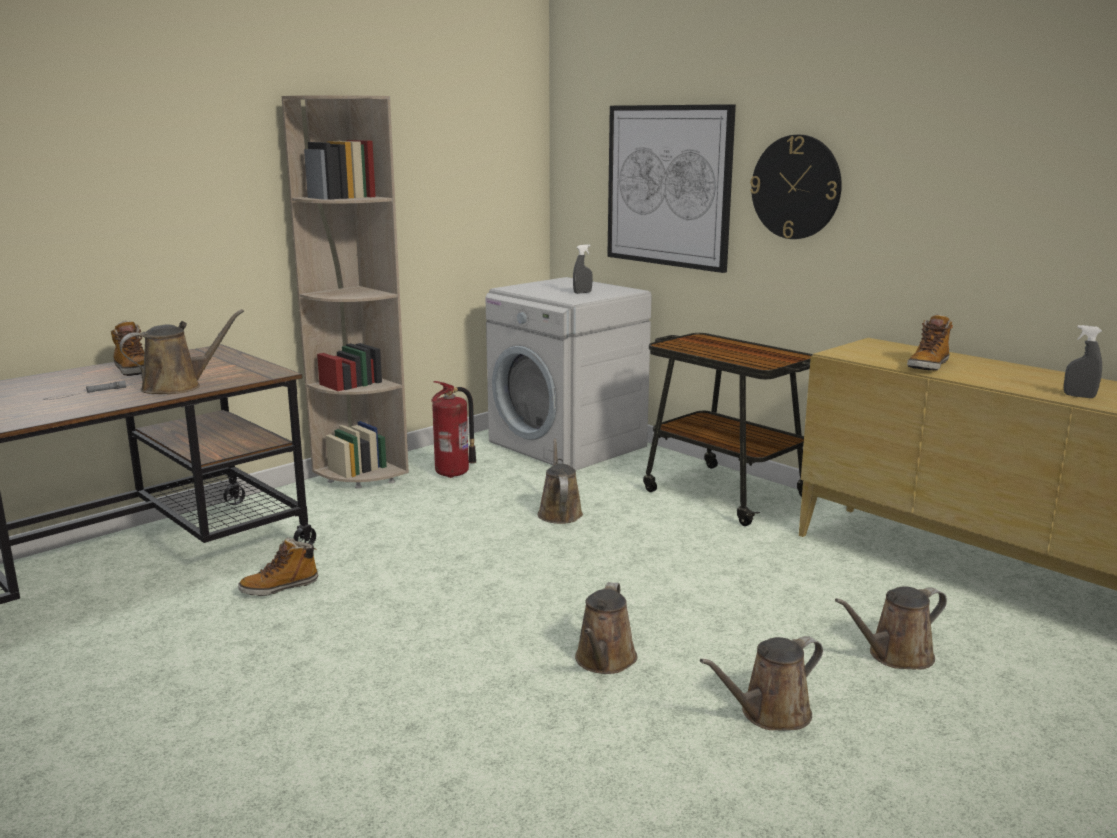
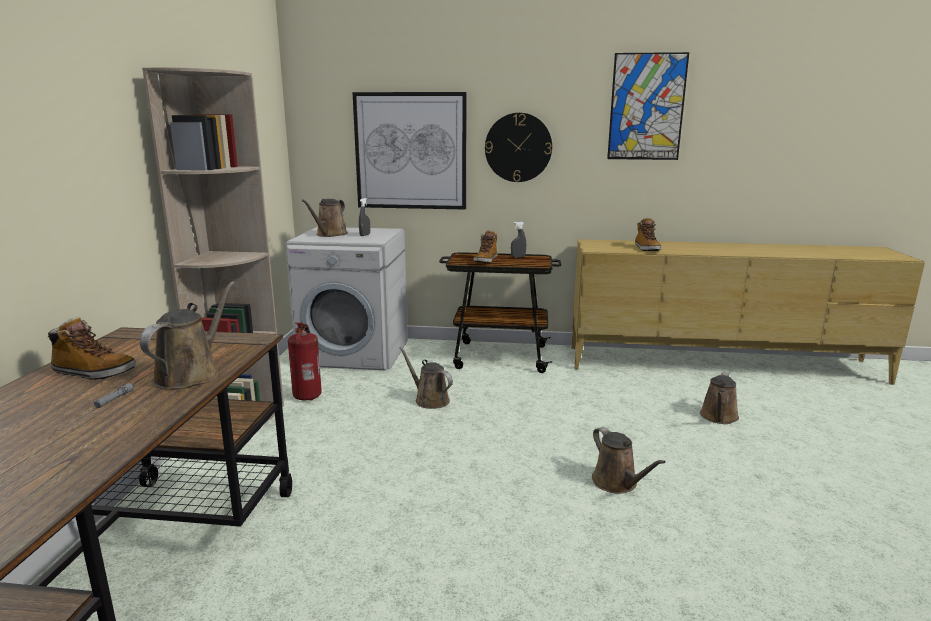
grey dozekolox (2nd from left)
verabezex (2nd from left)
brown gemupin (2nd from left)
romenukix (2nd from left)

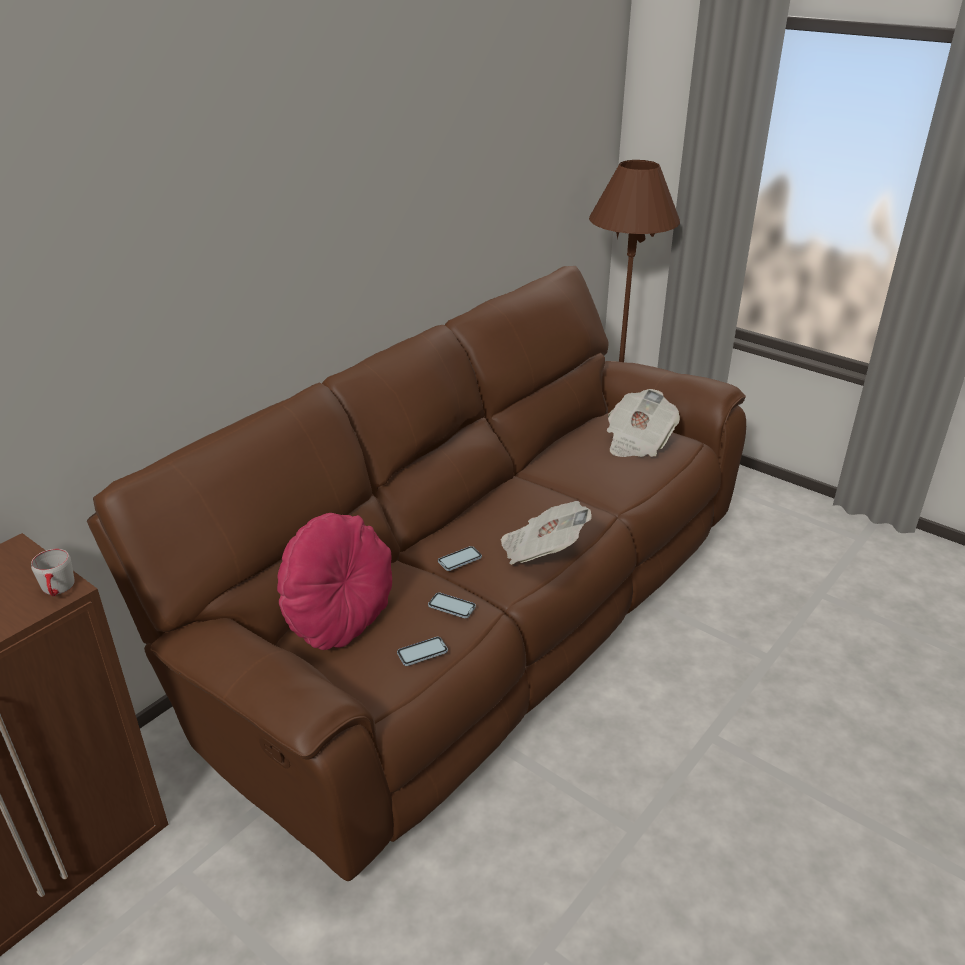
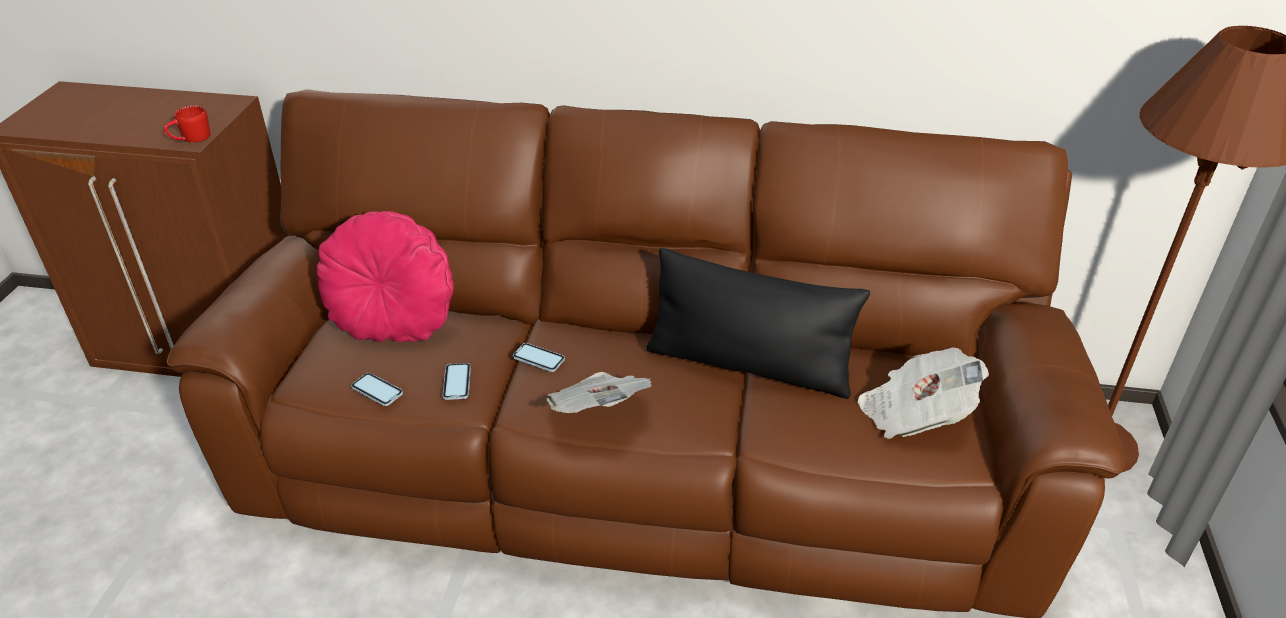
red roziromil
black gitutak

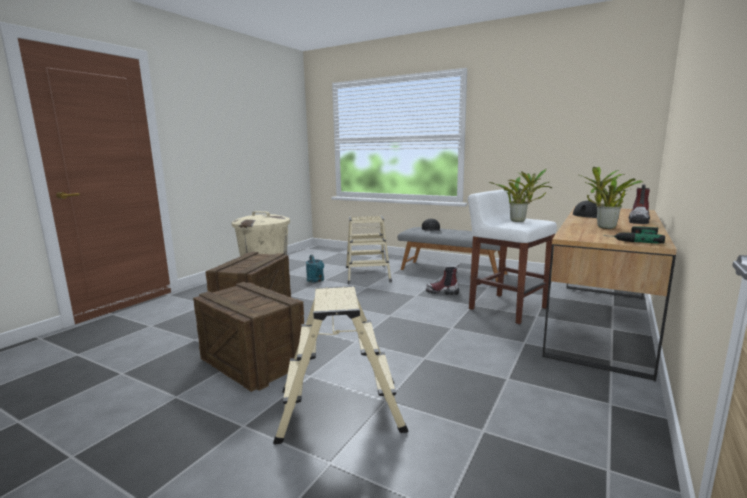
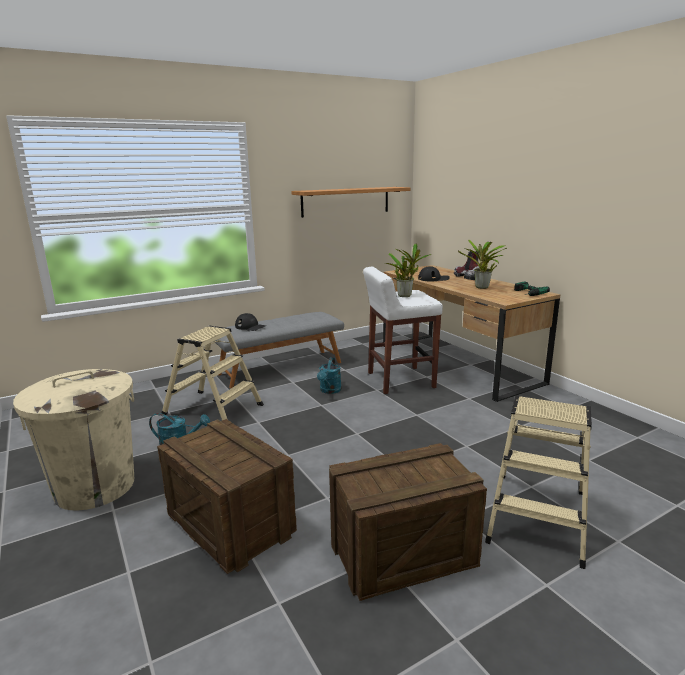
turquoise gemupin (2nd from left)
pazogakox

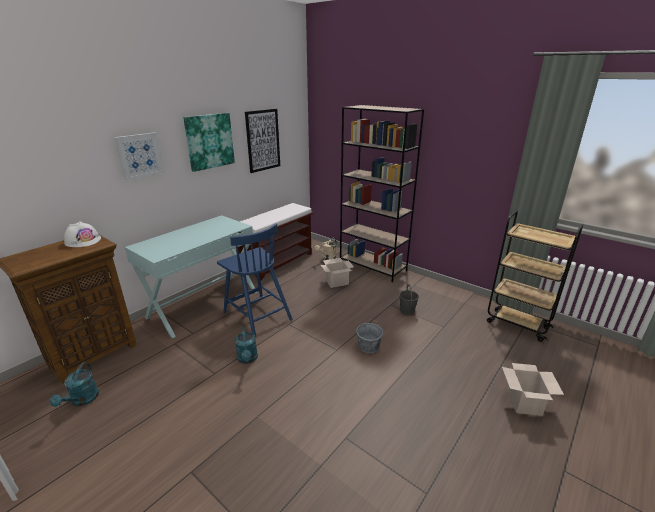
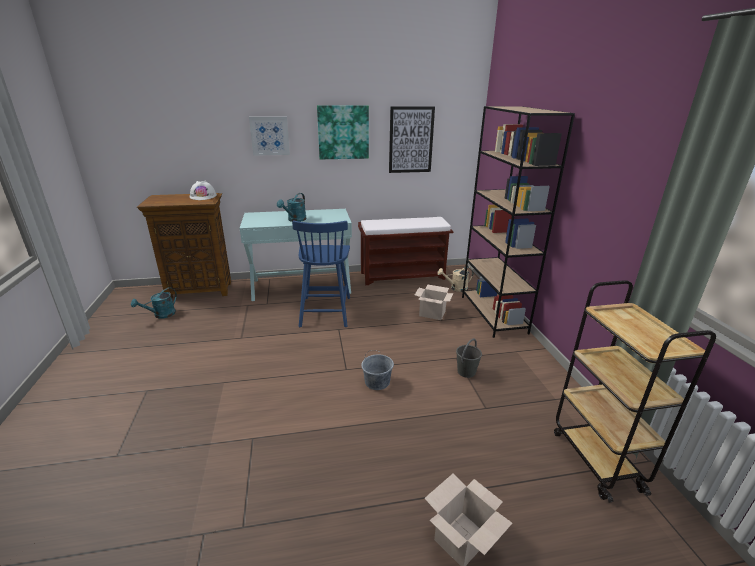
turquoise gemupin (2nd from left)

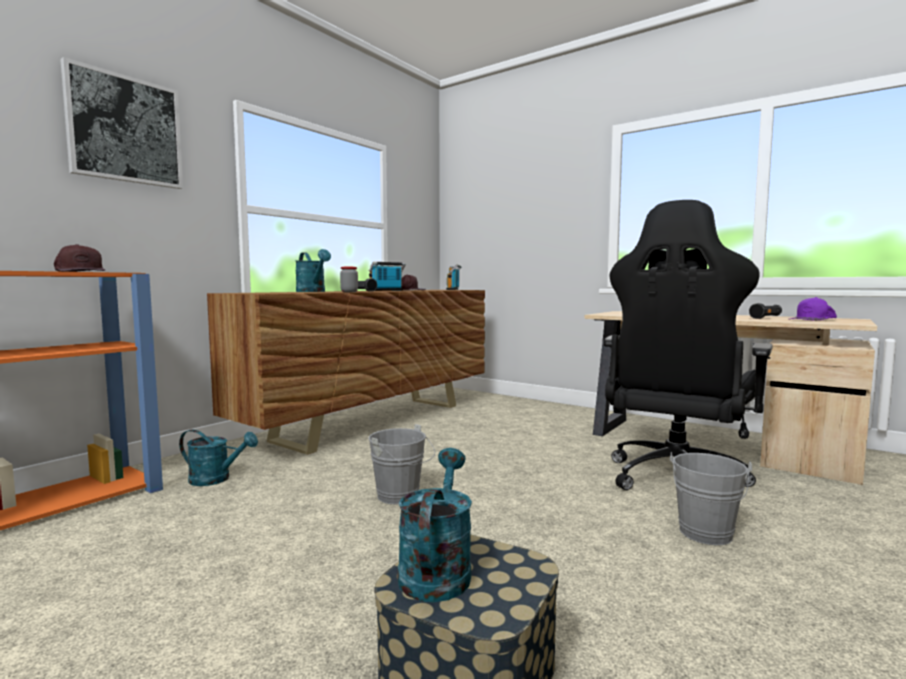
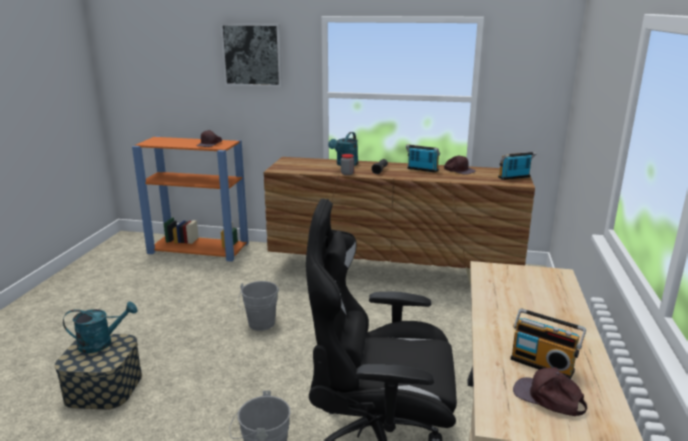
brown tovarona (3rd from left)
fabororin (3rd from left)
turquoise gemupin (1st from left in the first image)

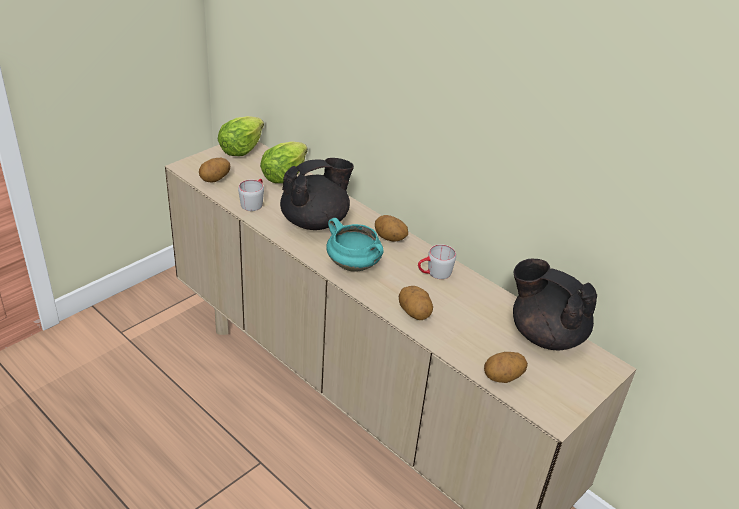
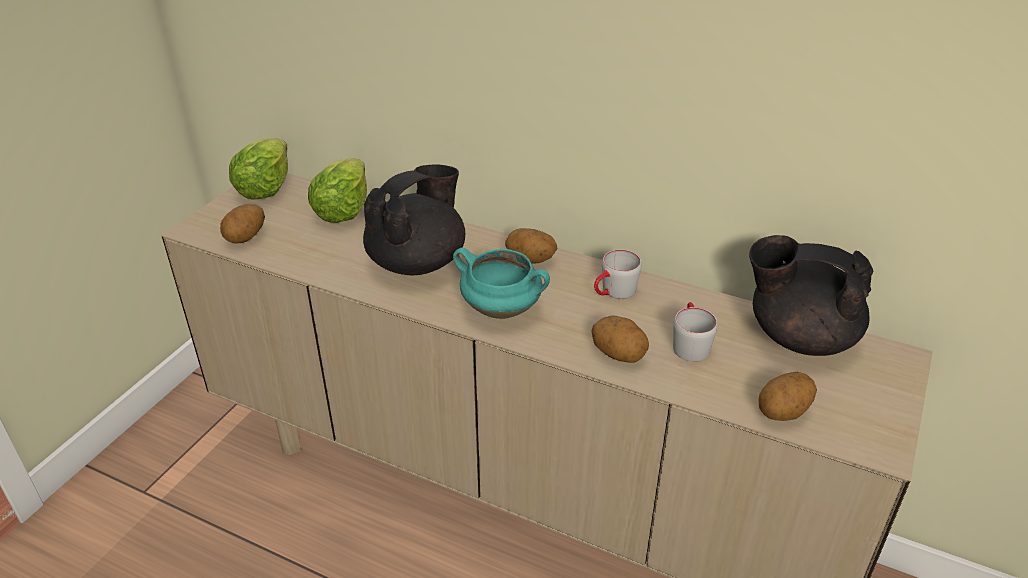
grey roziromil (2nd from left)

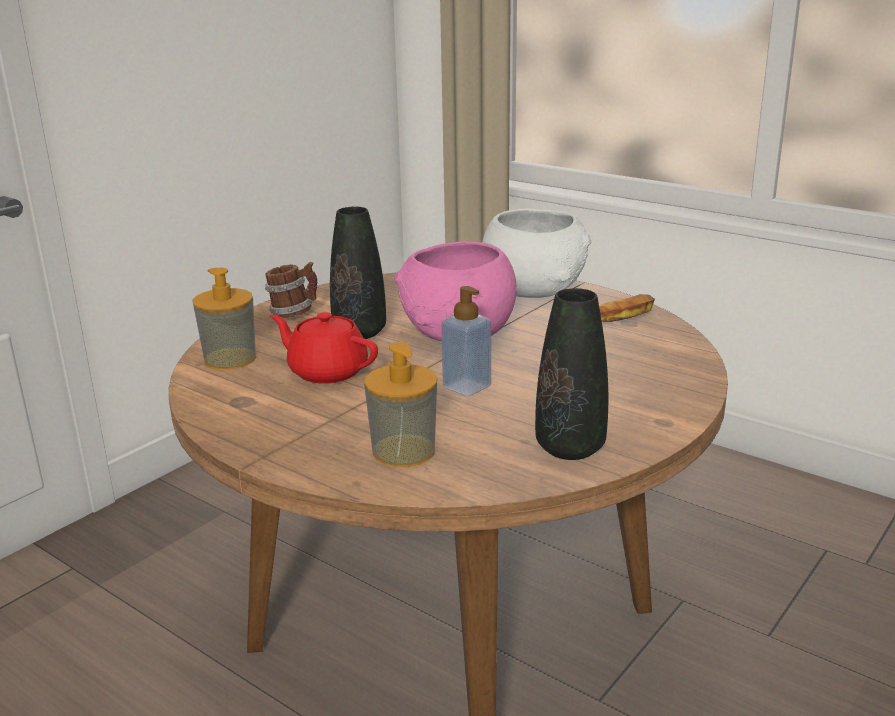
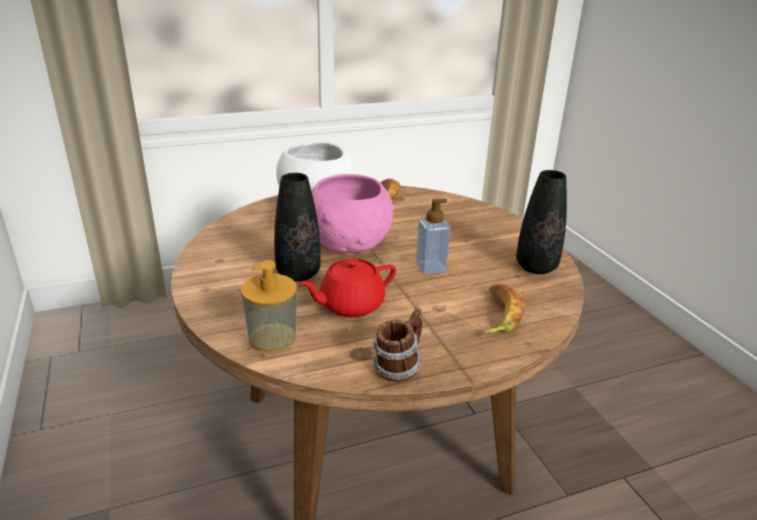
roziromil
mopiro (2nd from left)

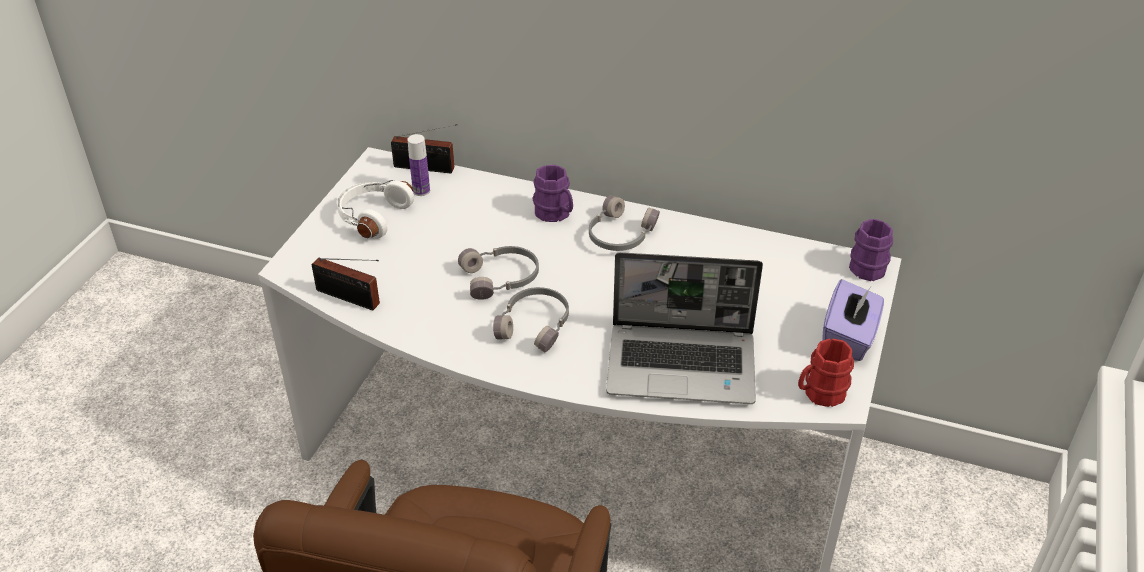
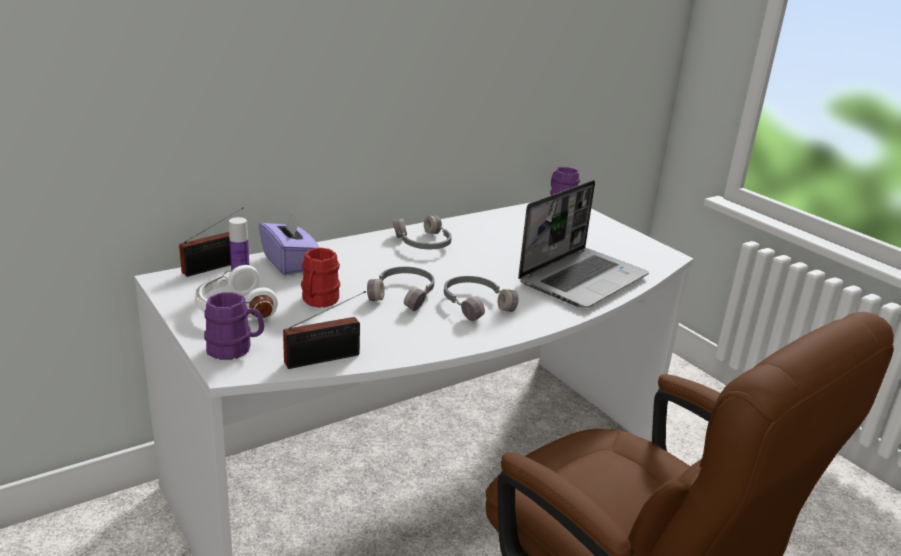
purple roziromil (1st from left)
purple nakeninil
red roziromil

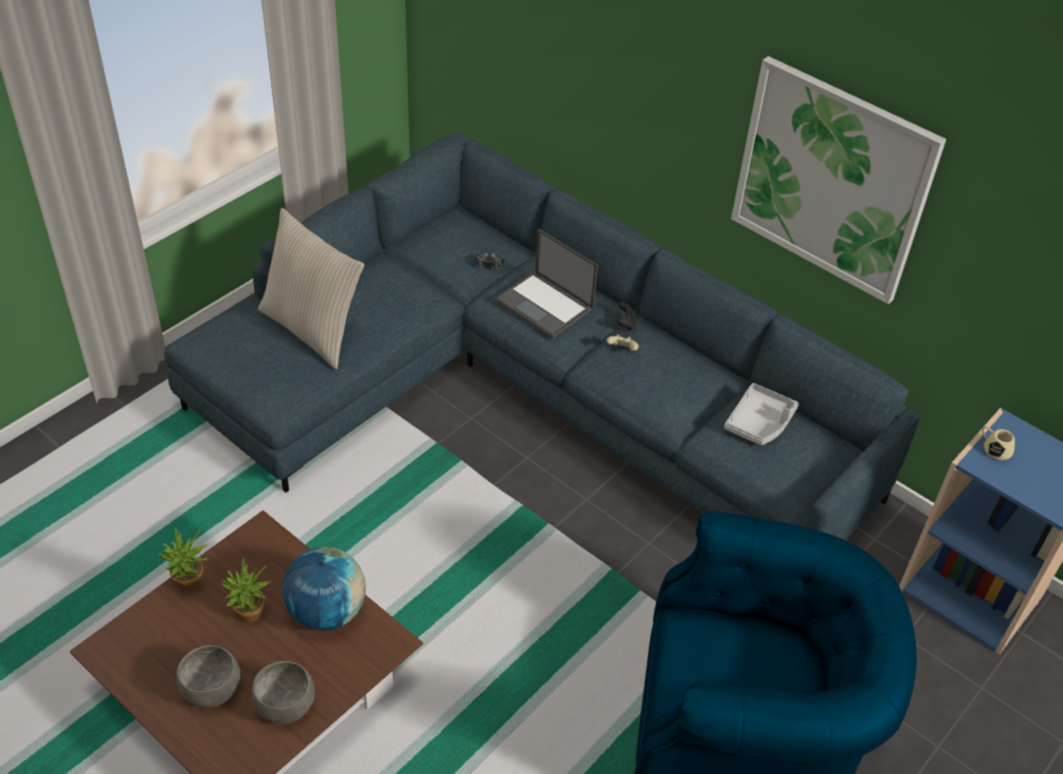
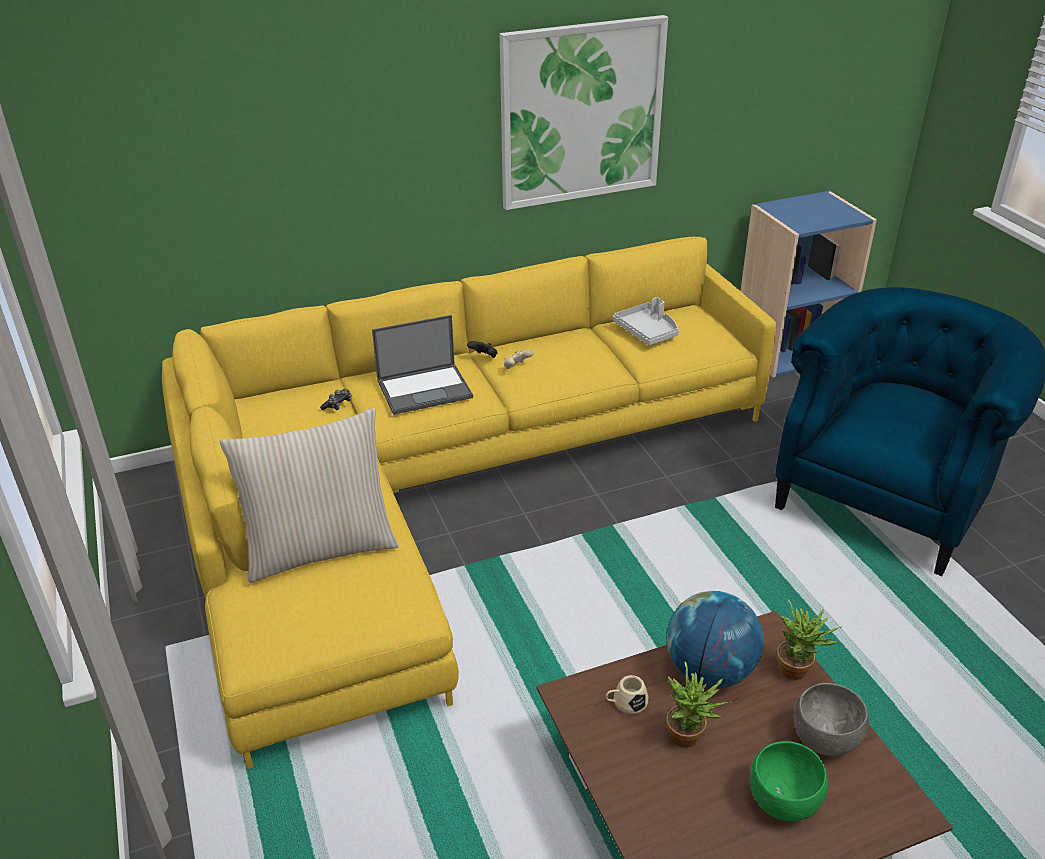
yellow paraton
beige roziromil
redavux (2nd from left)
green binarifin

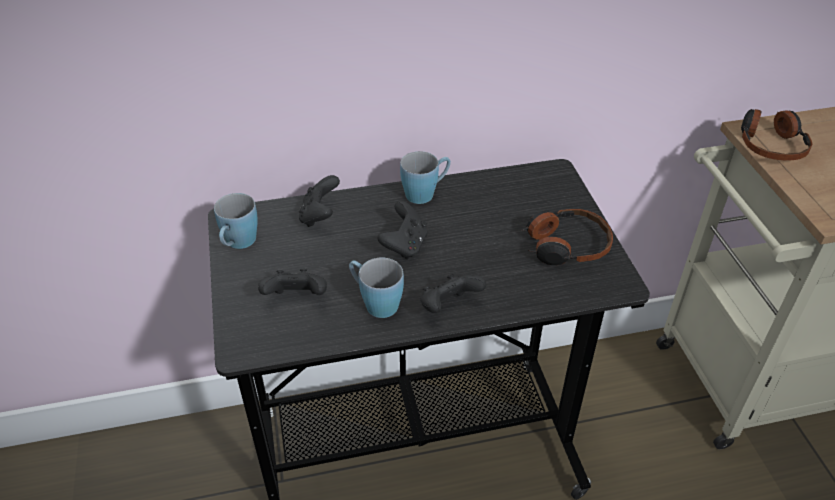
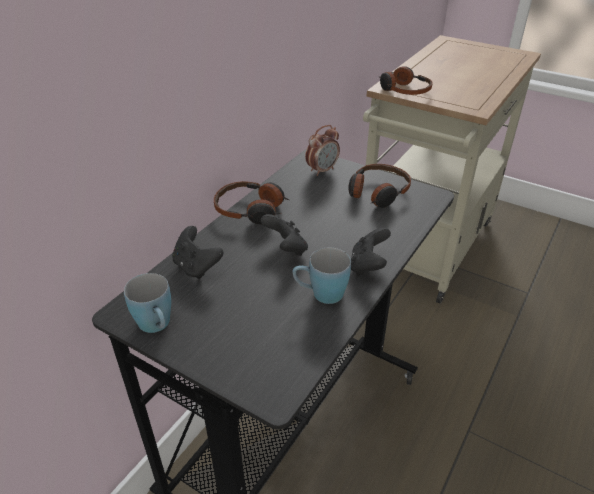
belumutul (1st from left)
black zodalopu (1st from left in the first image)
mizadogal

